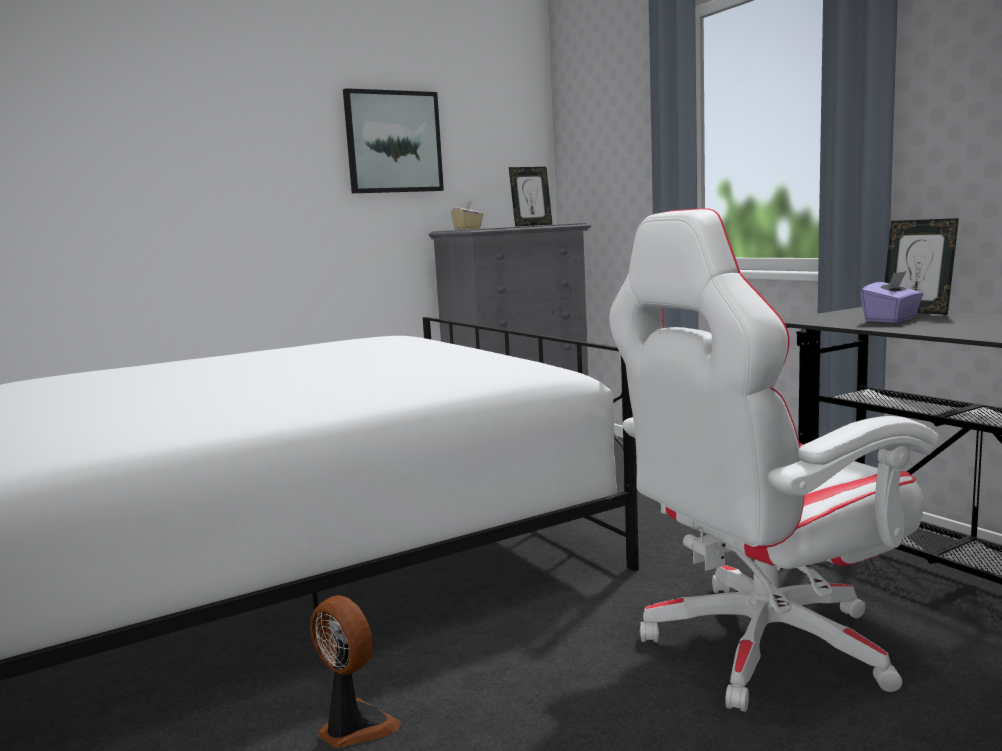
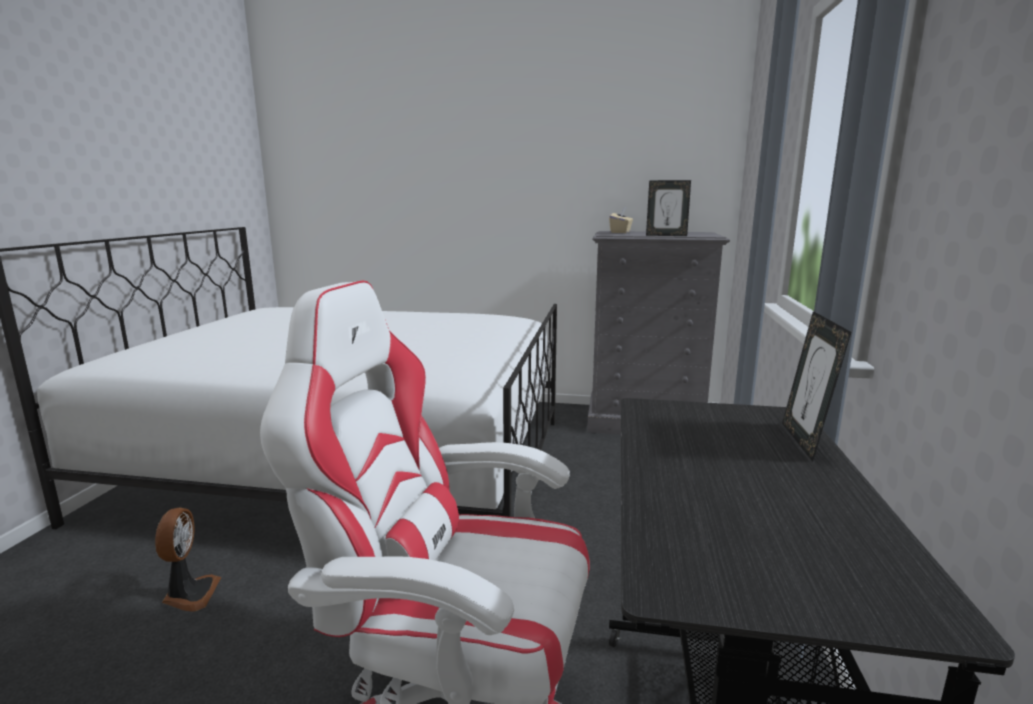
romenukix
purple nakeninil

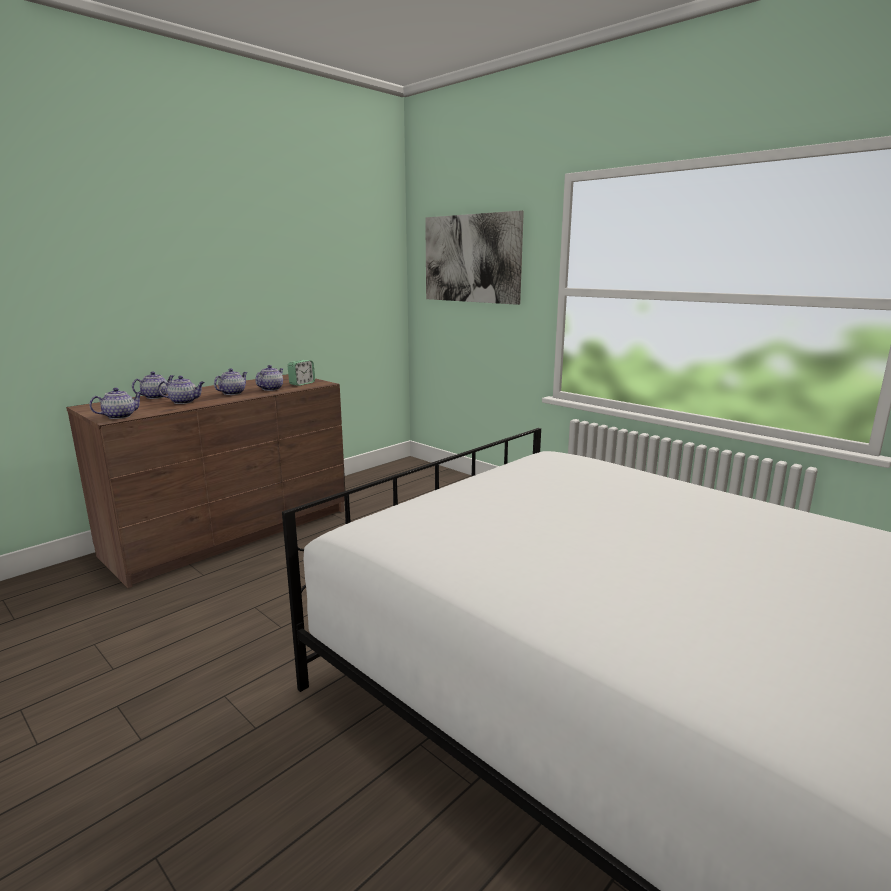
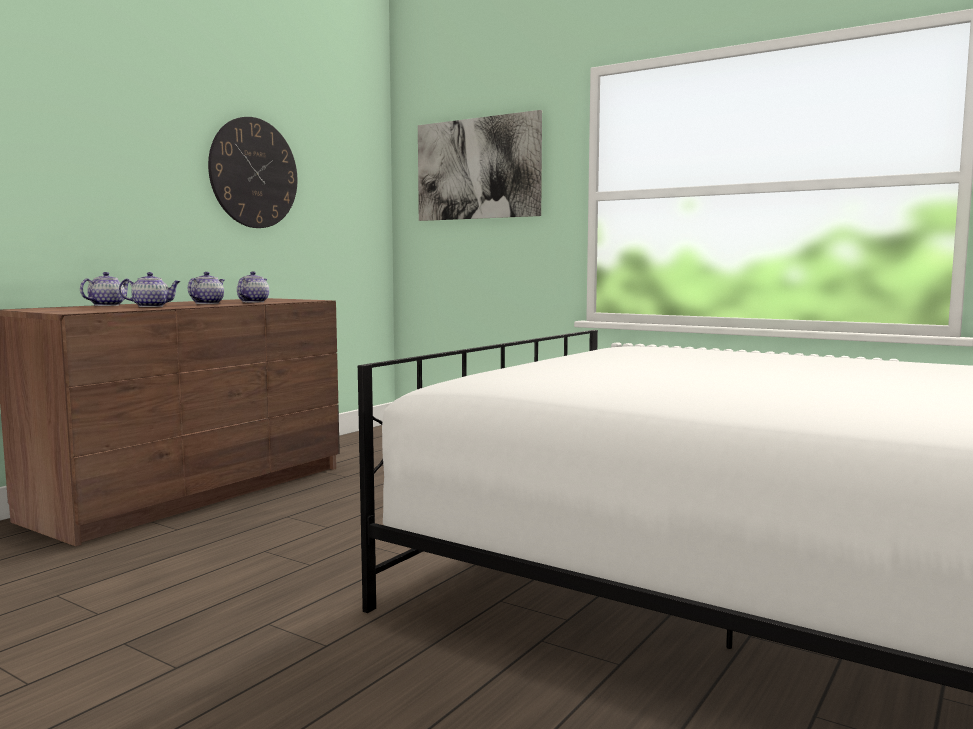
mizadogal
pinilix (1st from left in the first image)
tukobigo

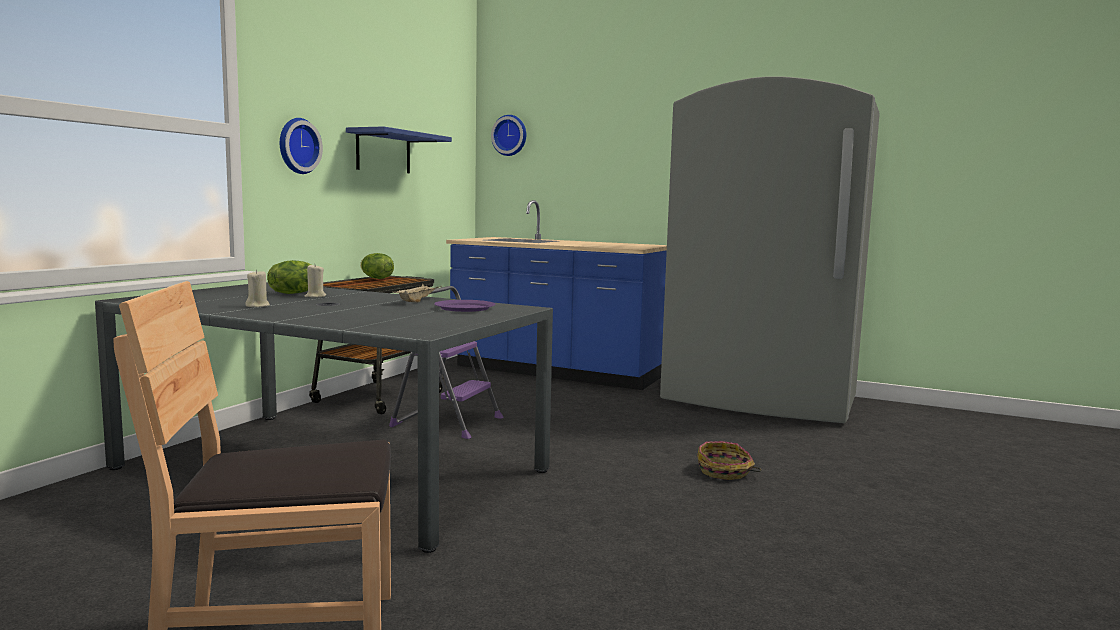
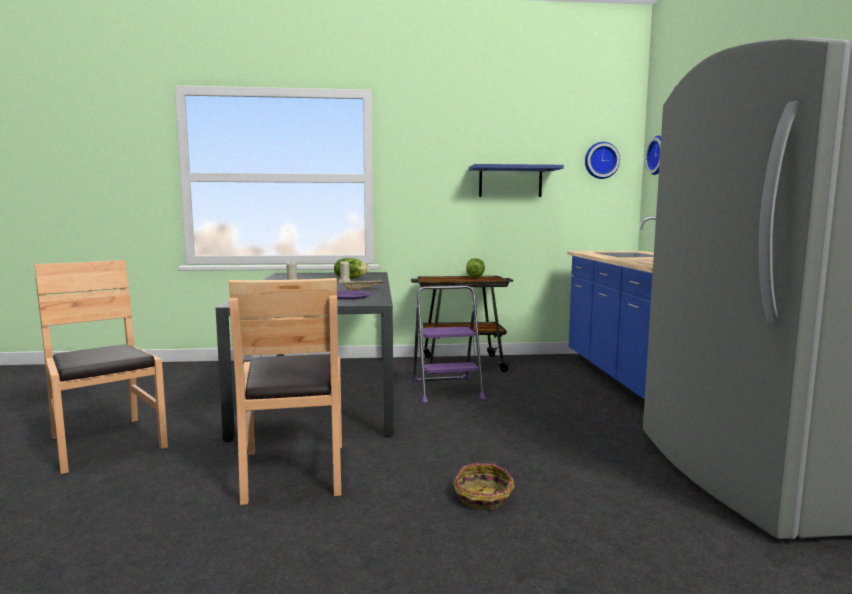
tukobigo (1st from left)
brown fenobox (2nd from left)

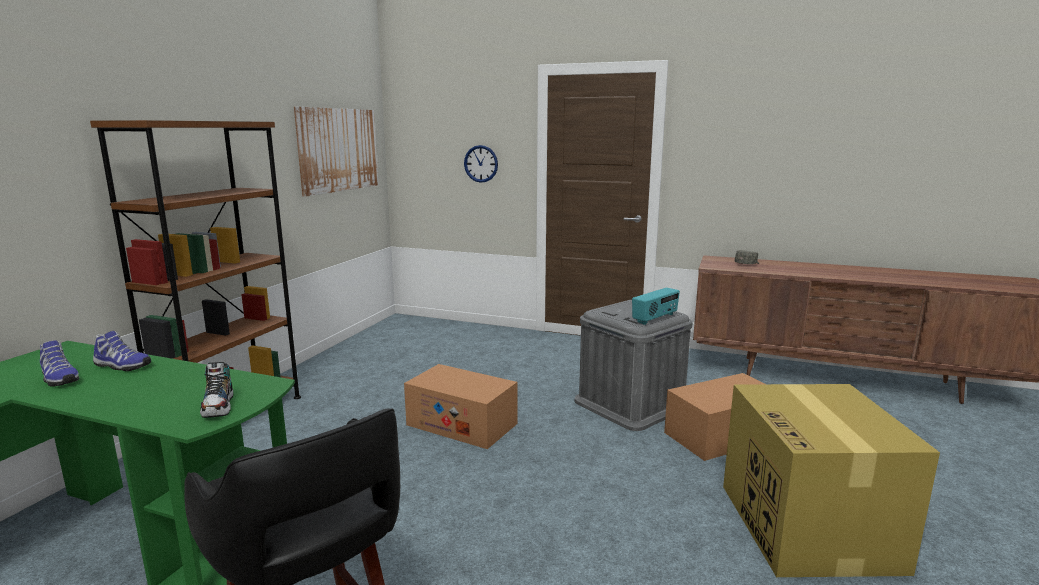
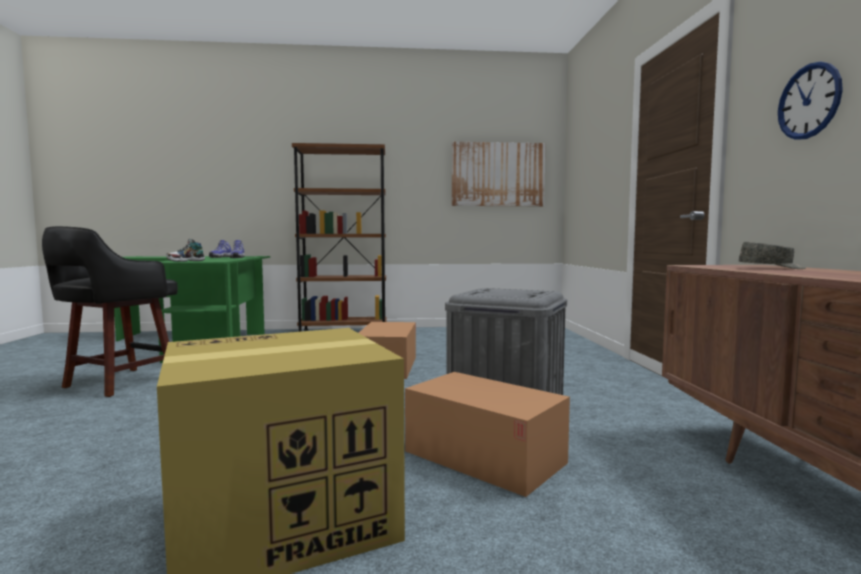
tukobigo
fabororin

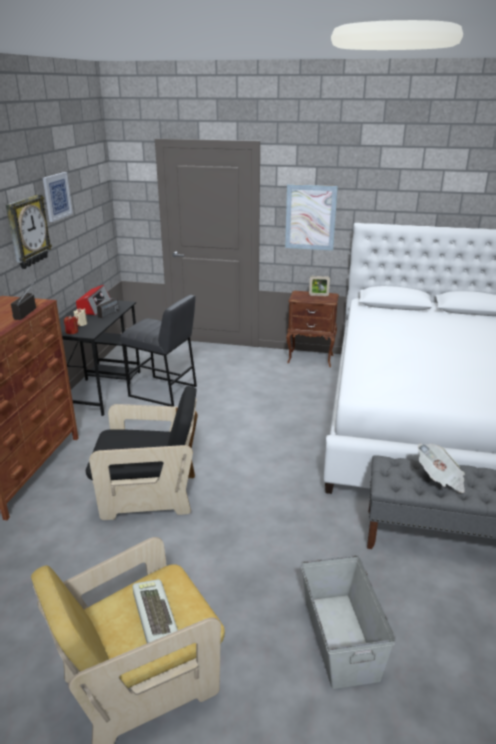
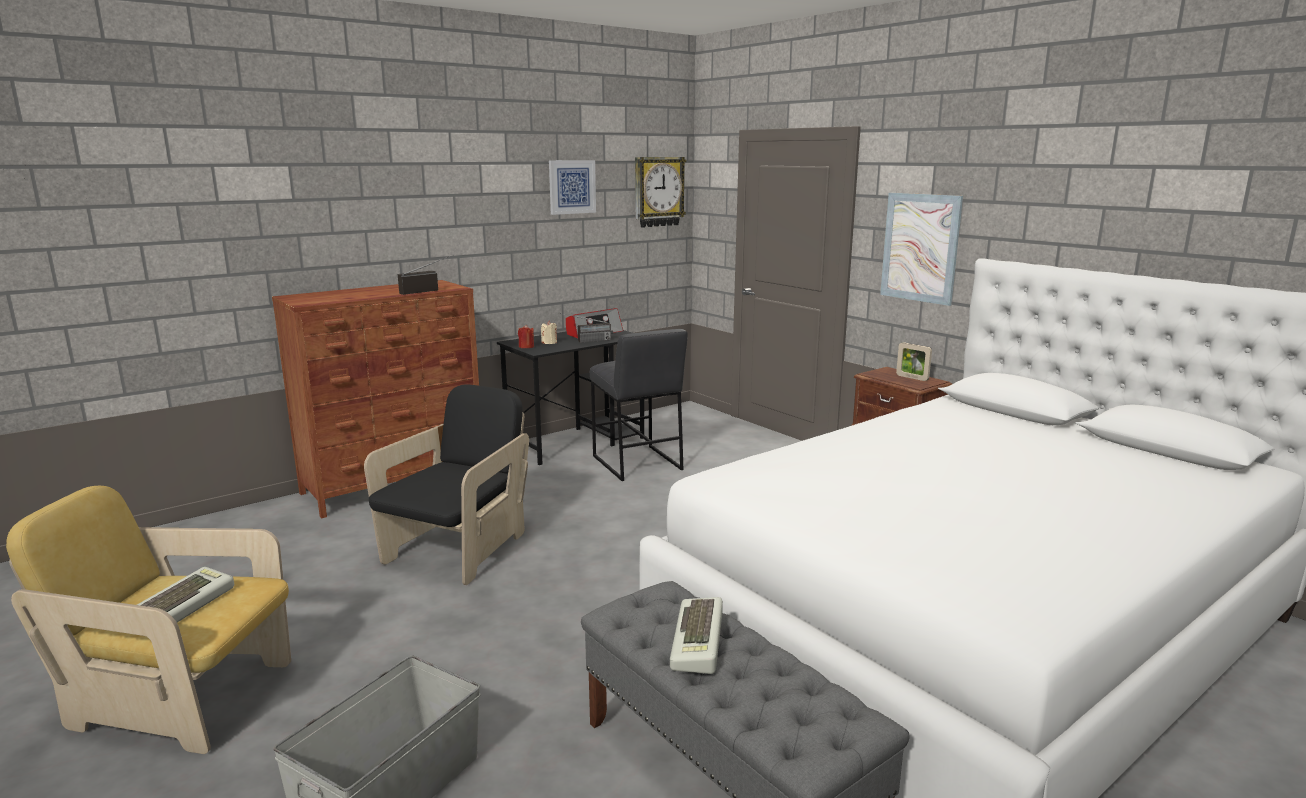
tukobigo
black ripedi
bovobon (2nd from left)

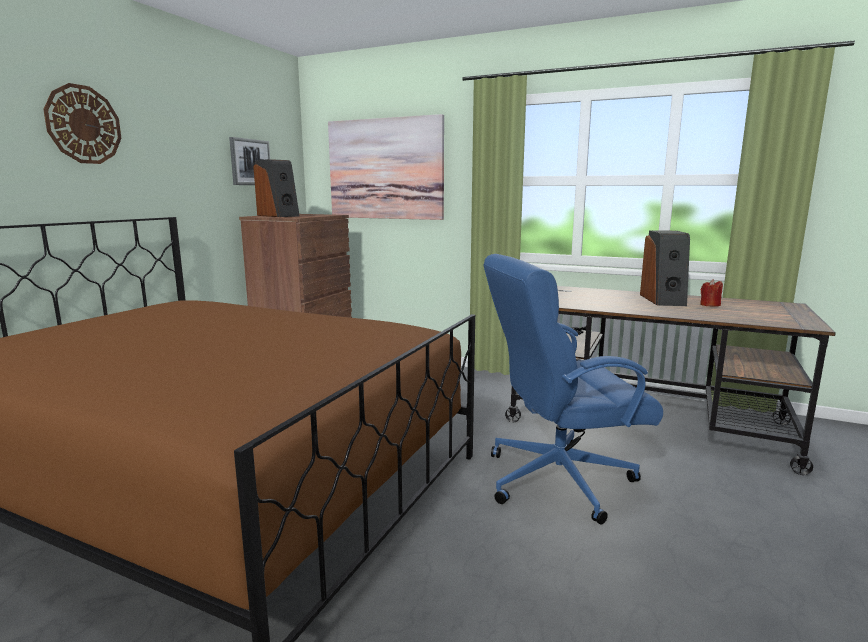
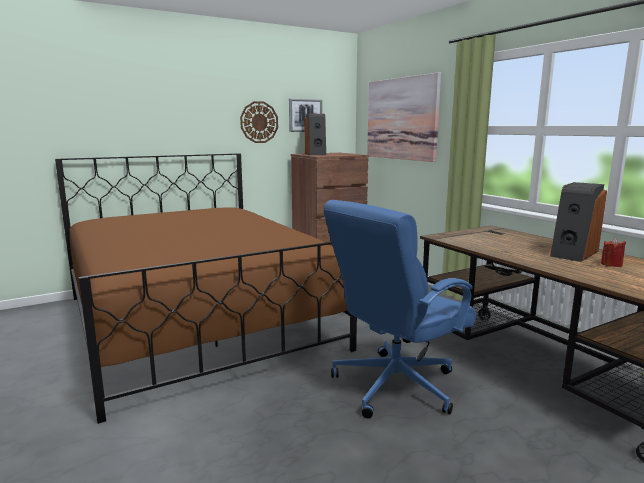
tukobigo
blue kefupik

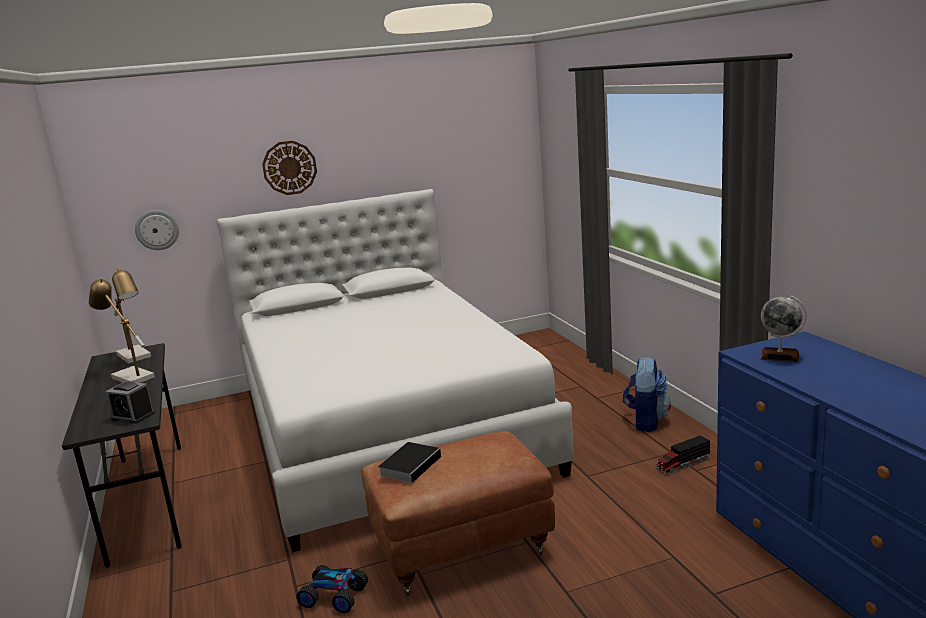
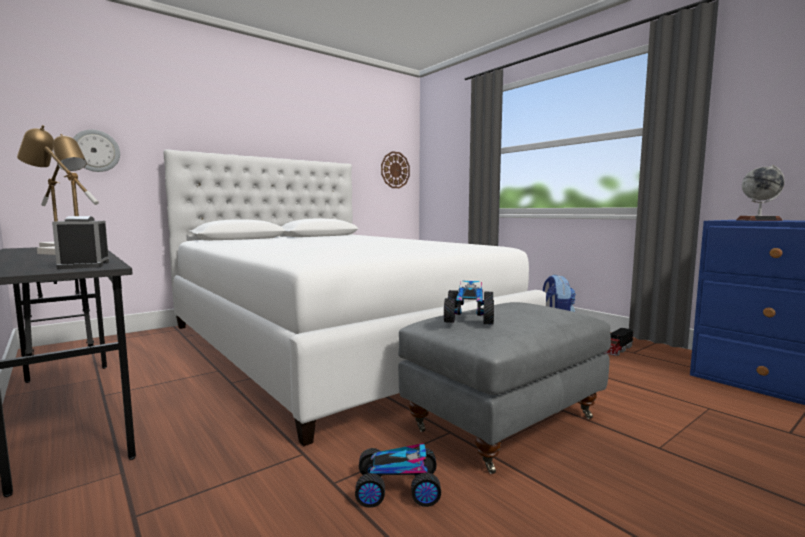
tukobigo (2nd from left)
mizadogal
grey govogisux
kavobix (2nd from left)

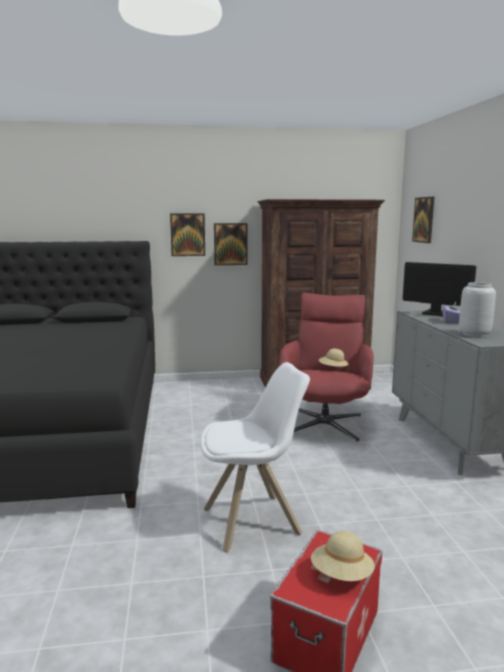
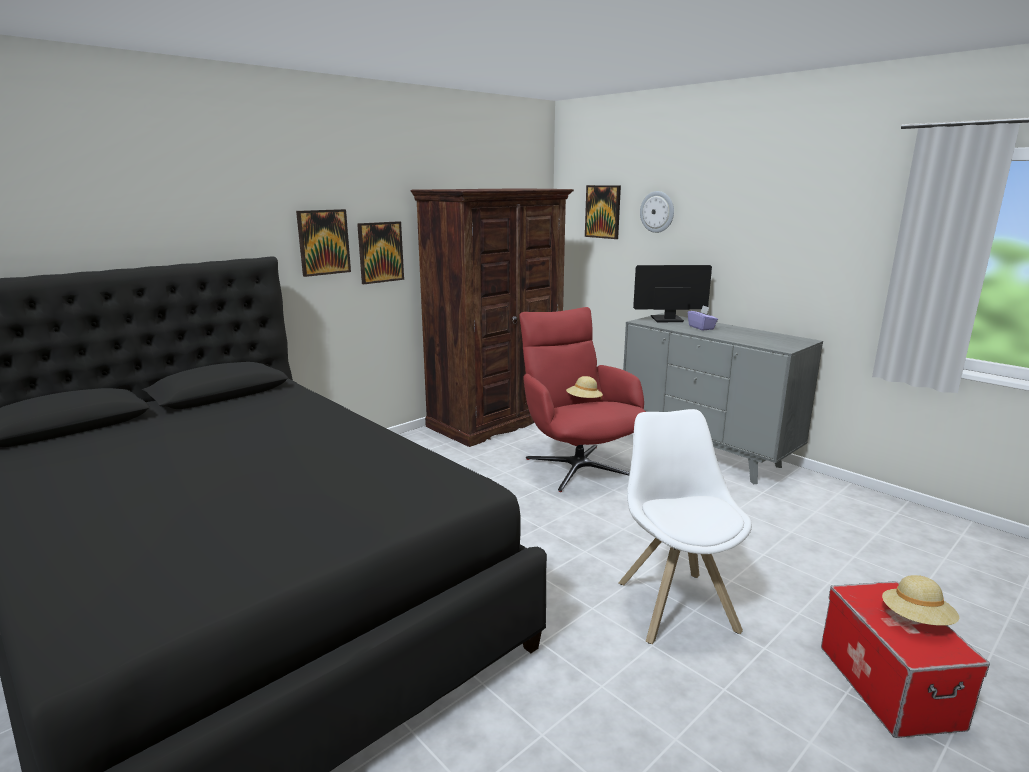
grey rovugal
white fenobox
tukobigo

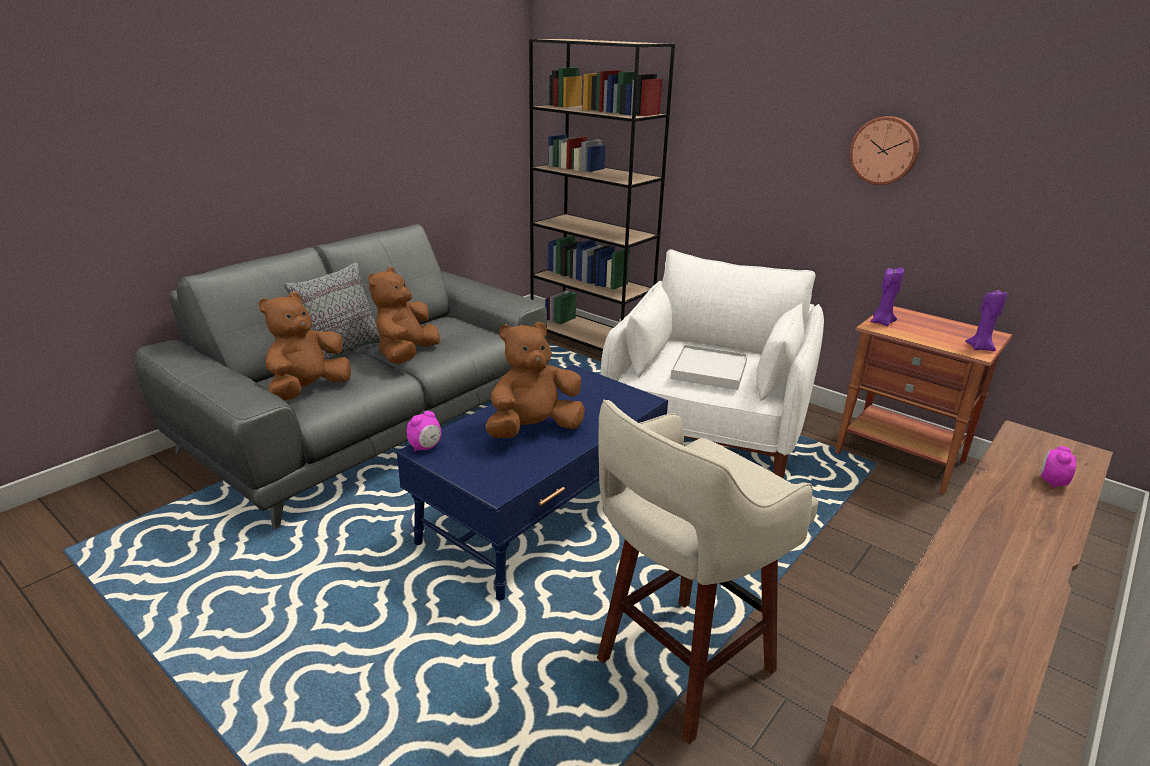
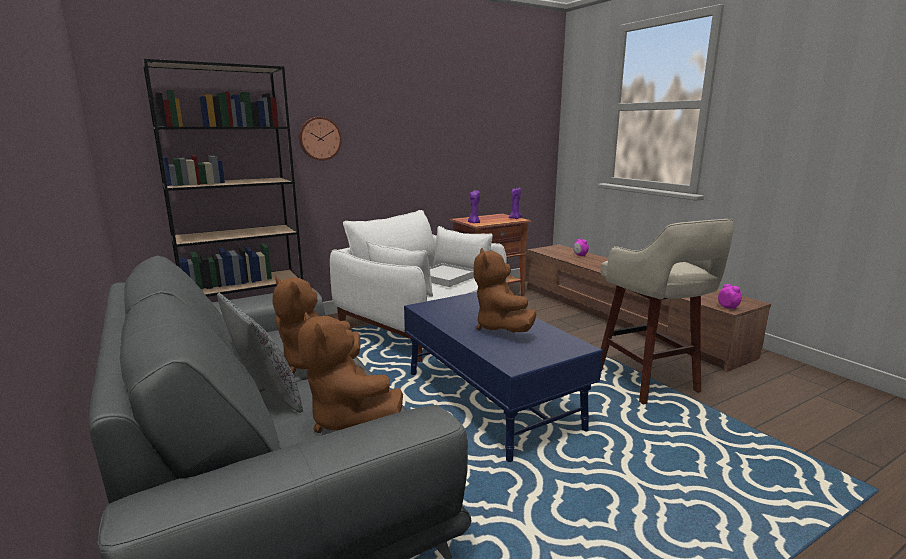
tukobigo
mizadogal (2nd from left)

